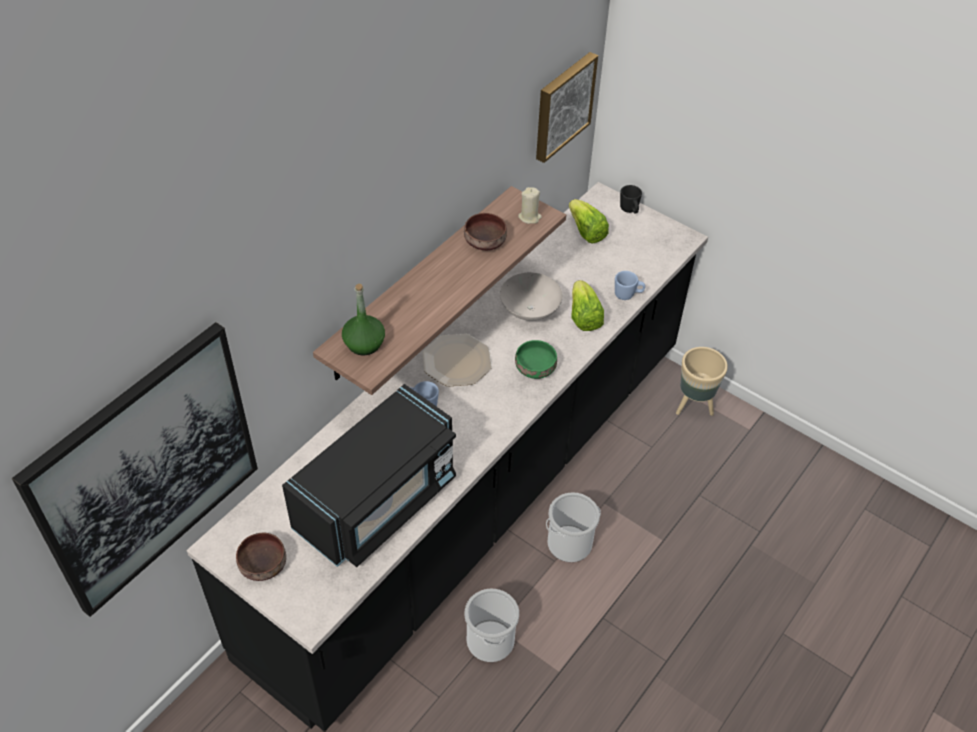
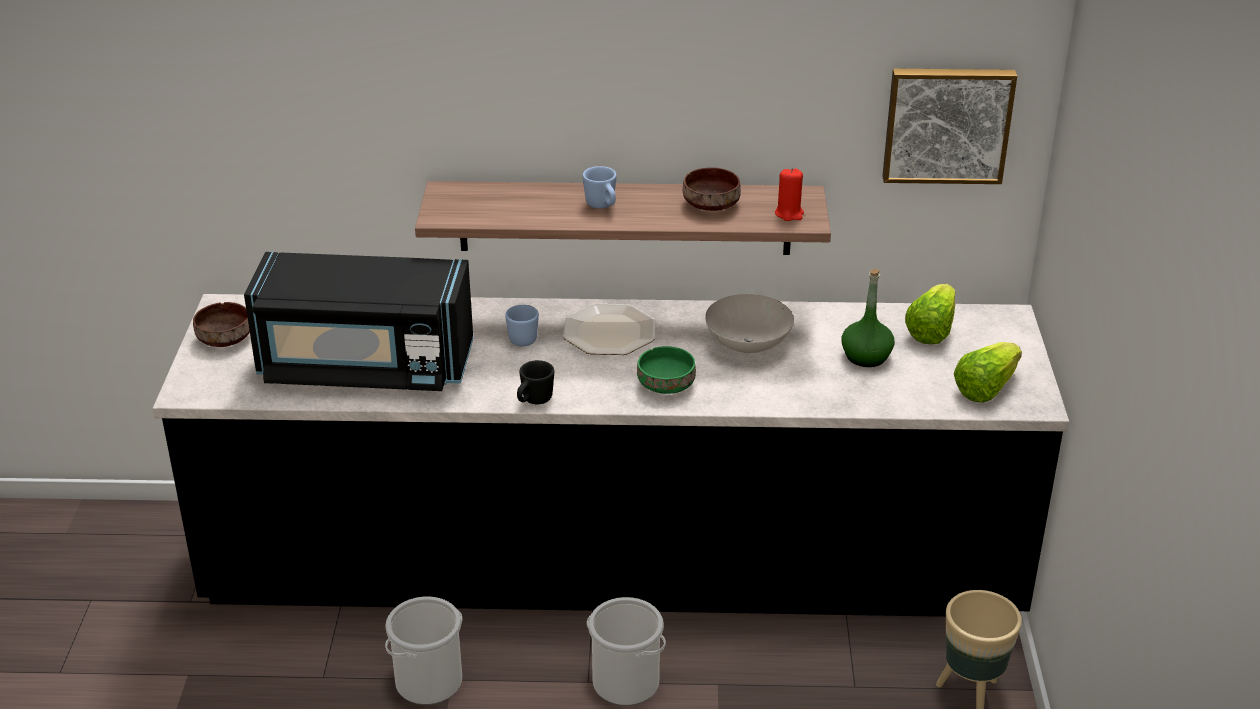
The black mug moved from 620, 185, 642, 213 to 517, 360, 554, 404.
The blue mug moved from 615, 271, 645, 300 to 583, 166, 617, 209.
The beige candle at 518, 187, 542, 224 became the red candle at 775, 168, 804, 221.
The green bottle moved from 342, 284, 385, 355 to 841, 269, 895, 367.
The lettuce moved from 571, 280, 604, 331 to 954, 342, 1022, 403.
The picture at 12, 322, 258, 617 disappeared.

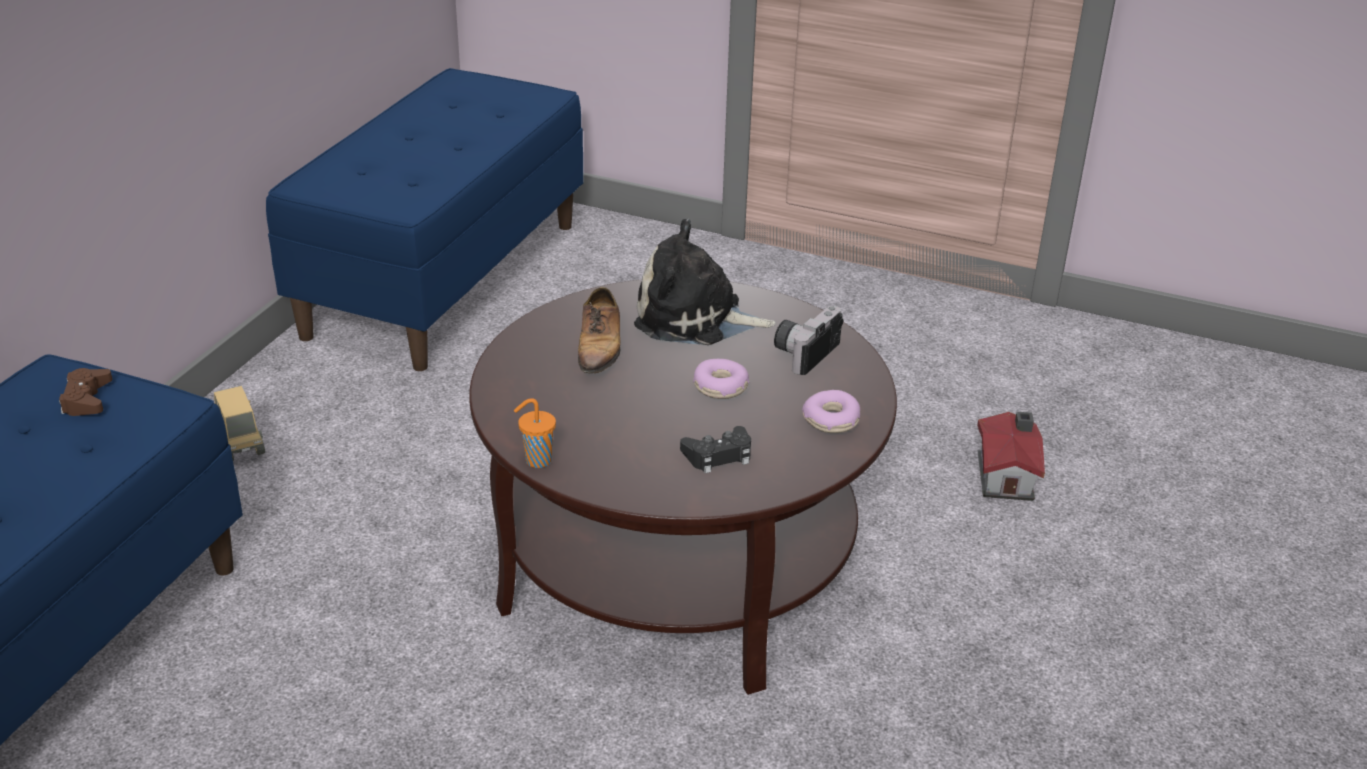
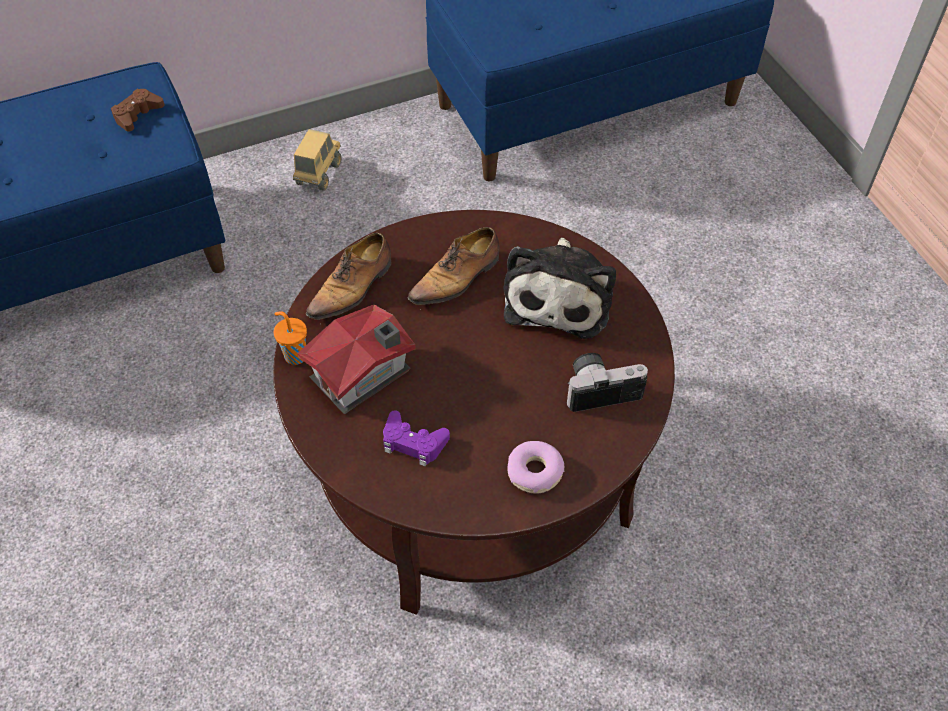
The toy house moved from 977, 412, 1045, 501 to 298, 305, 416, 414.
The shoe at 306, 233, 391, 320 appeared.
The black game controller at 680, 426, 751, 473 became the purple game controller at 383, 410, 450, 467.
The plush toy at 634, 219, 776, 345 turned 135 degrees counterclockwise.
The donut at 693, 359, 749, 399 disappeared.

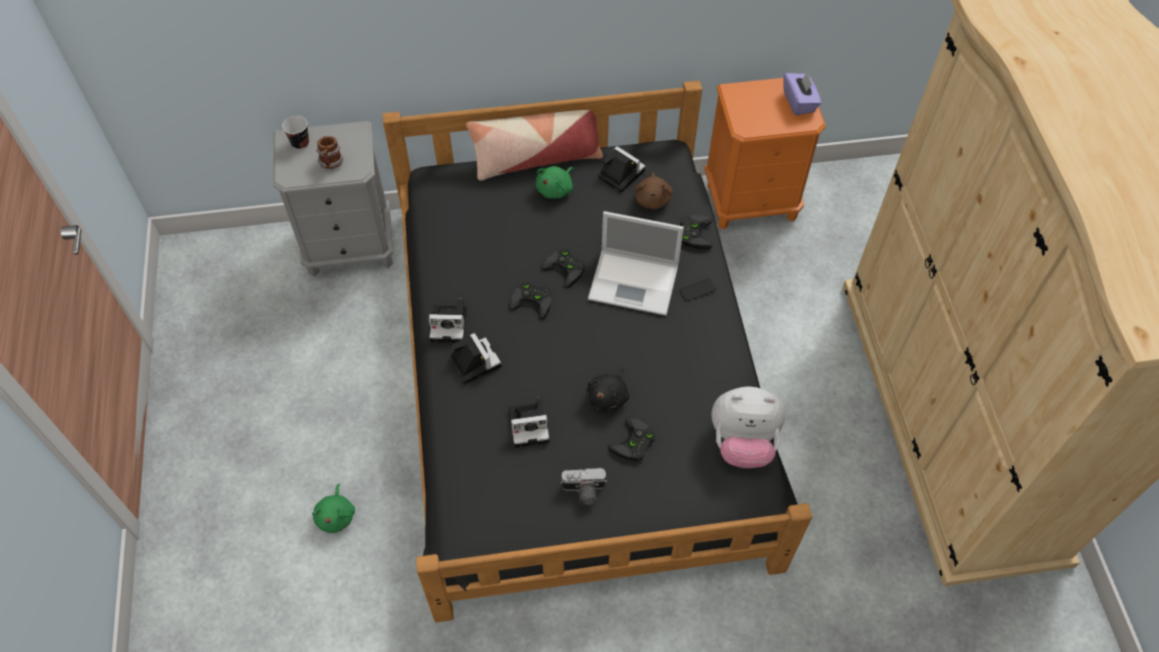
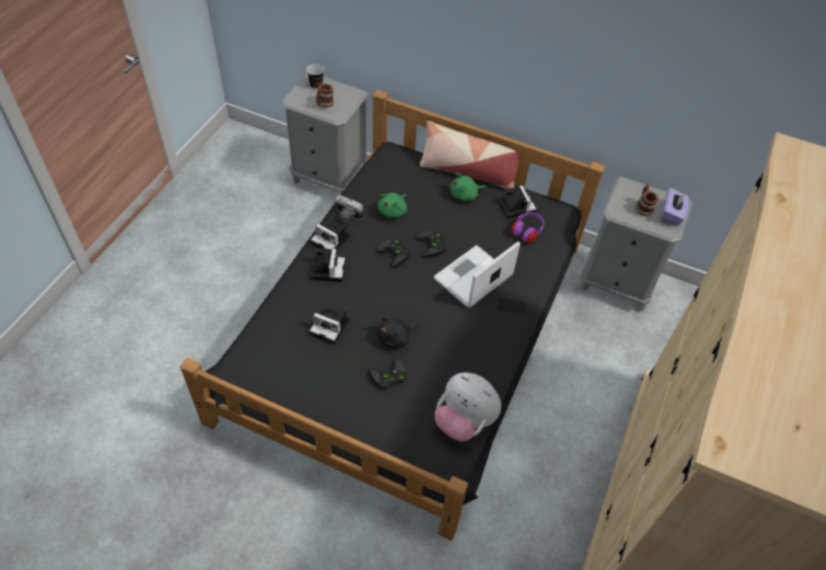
The photo camera moved from 560, 468, 607, 505 to 335, 195, 363, 223.
The green plush toy moved from 312, 484, 355, 533 to 378, 193, 407, 218.
The laptop at 588, 211, 684, 316 turned 90 degrees clockwise.
The brown plush toy at 634, 172, 673, 209 was replaced by the purple headphones at 511, 212, 544, 243.
The orange nightstand at 704, 78, 826, 230 became the grey nightstand at 579, 176, 693, 312.
The mug at 635, 183, 658, 216 appeared.
The black game controller at 680, 215, 713, 249 disappeared.

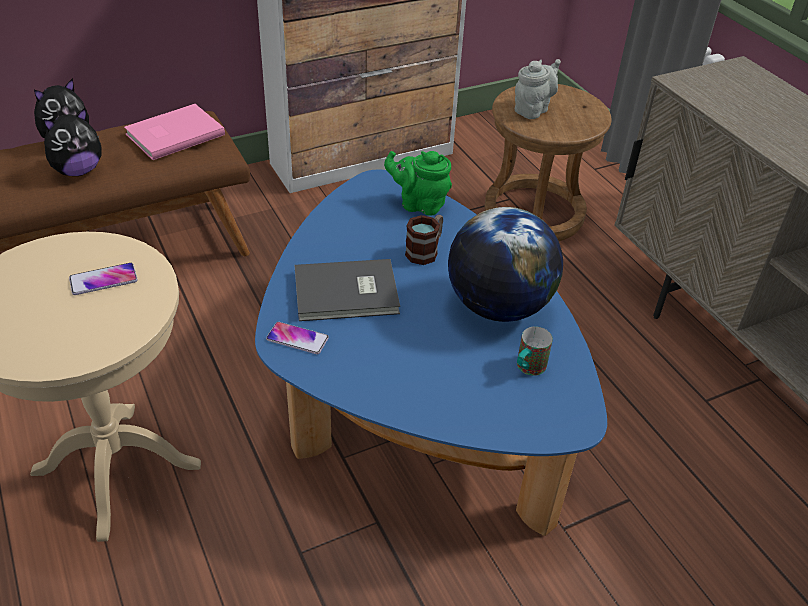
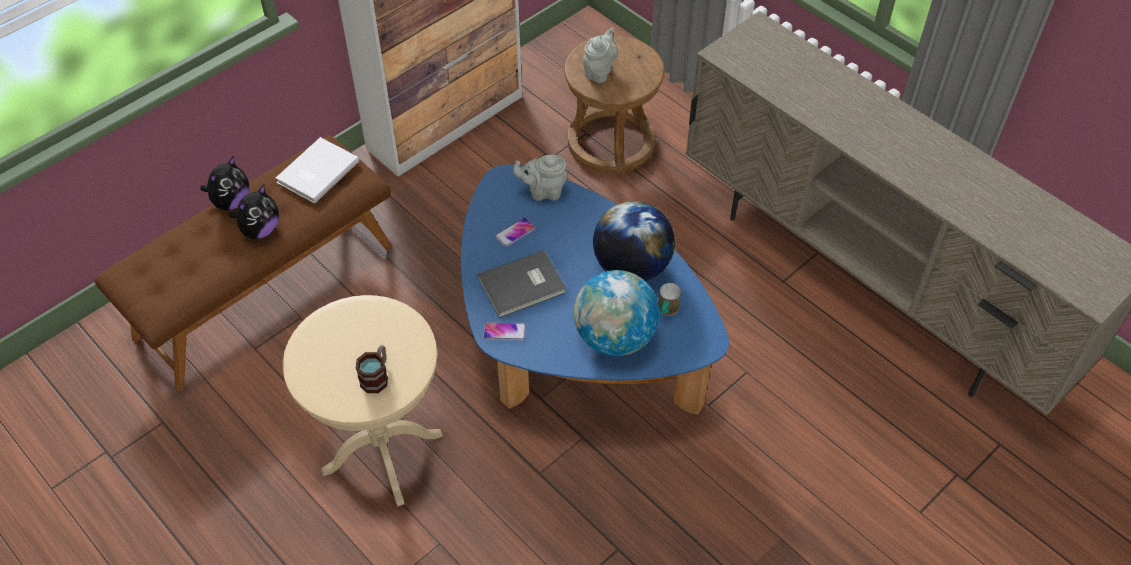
The pink book at 124, 104, 225, 160 became the white book at 276, 137, 359, 204.
The mug moved from 405, 215, 443, 265 to 356, 345, 388, 393.
The phone moved from 69, 263, 138, 295 to 495, 218, 535, 247.
The green teapot at 384, 151, 452, 216 became the grey teapot at 513, 155, 568, 201.
The globe at 574, 270, 659, 356 appeared.

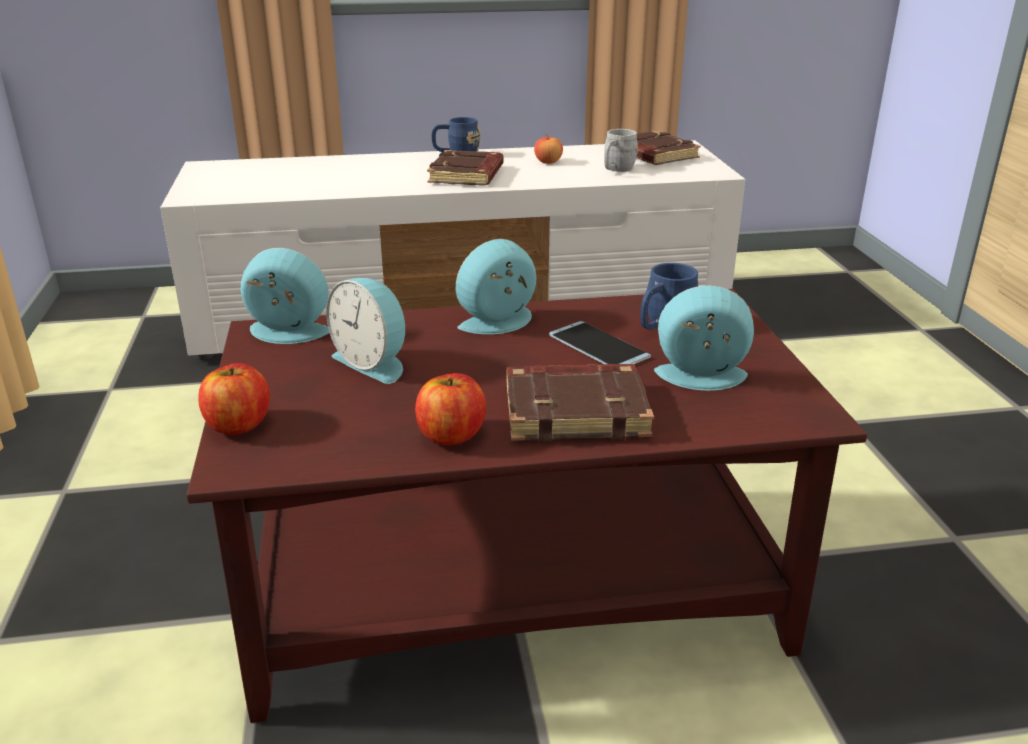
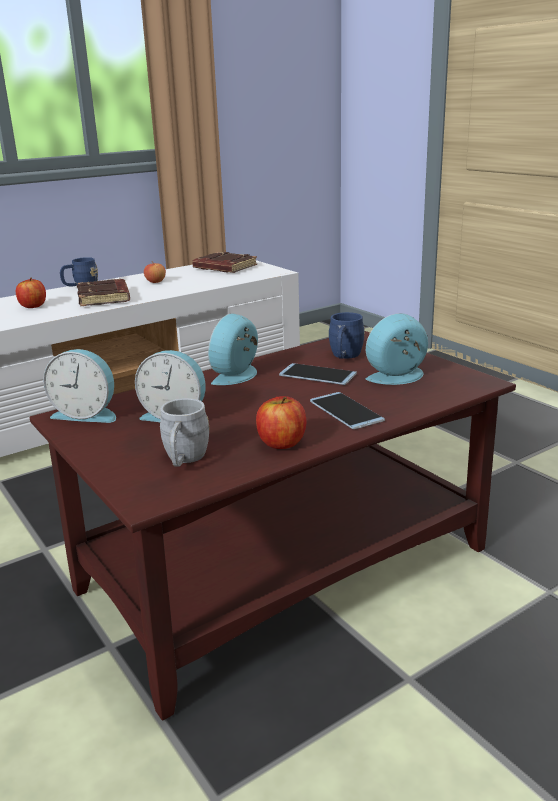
The apple moved from 198, 363, 270, 435 to 16, 277, 46, 308.
The alarm clock at 241, 248, 329, 344 turned 150 degrees counterclockwise.
The grey mug moved from 604, 129, 638, 172 to 160, 398, 210, 467.
The brown book at 507, 364, 654, 443 was replaced by the phone at 310, 392, 385, 429.

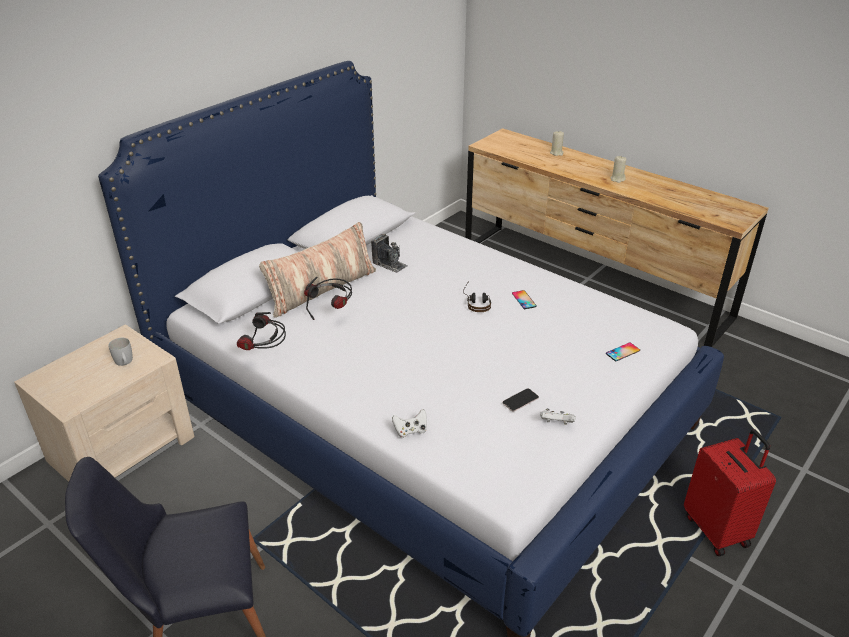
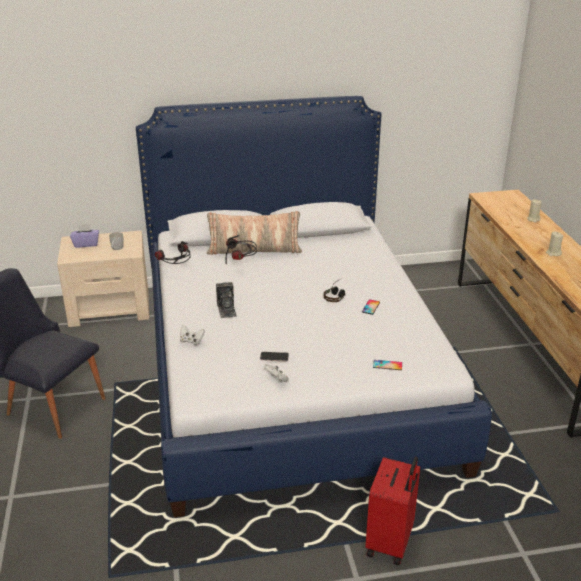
The purple tissue box at 70, 224, 99, 248 appeared.
The photo camera moved from 371, 234, 407, 273 to 216, 282, 237, 318.

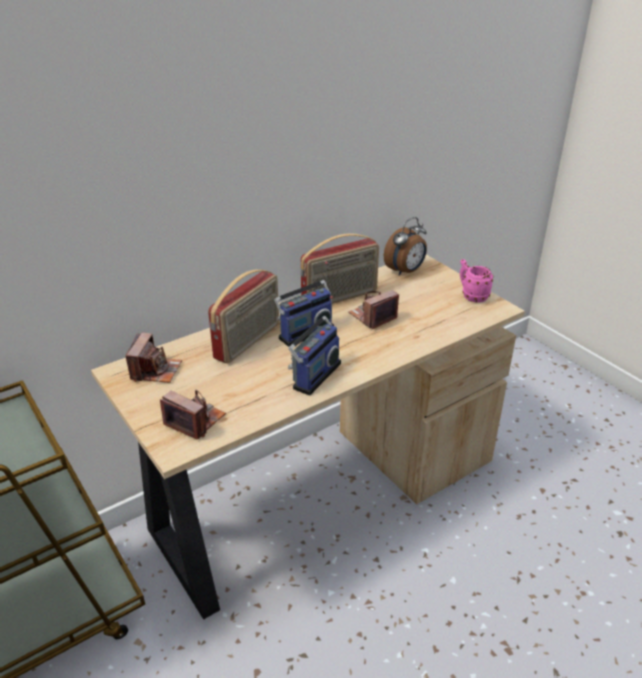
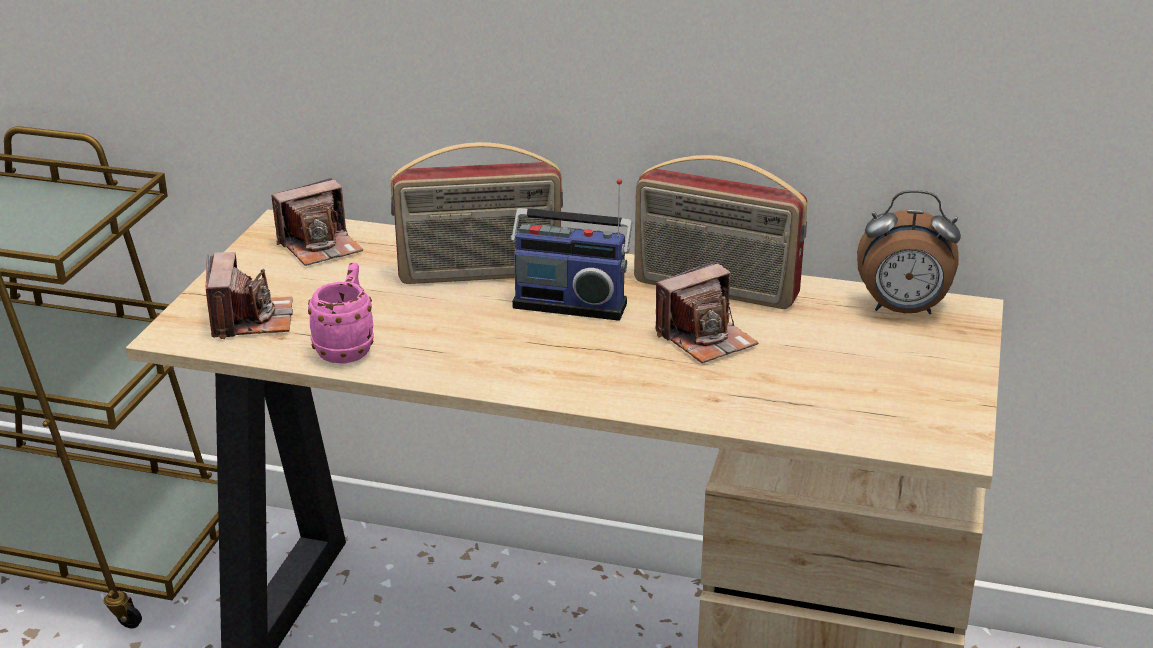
The pink mug moved from 460, 259, 494, 303 to 308, 262, 374, 363.
The photo camera at 348, 290, 399, 329 turned 135 degrees clockwise.
The radio at 288, 296, 341, 396 disappeared.

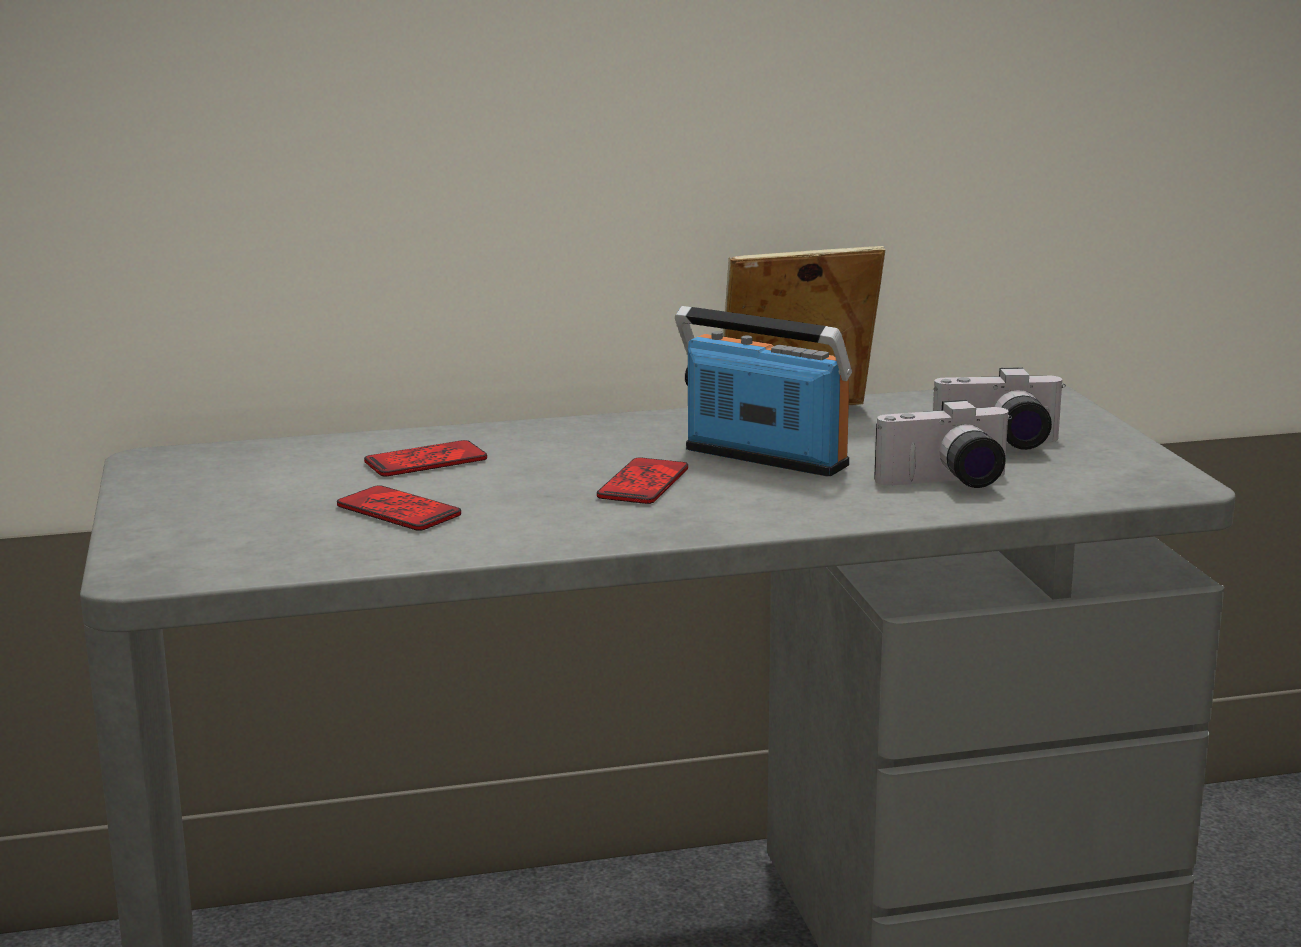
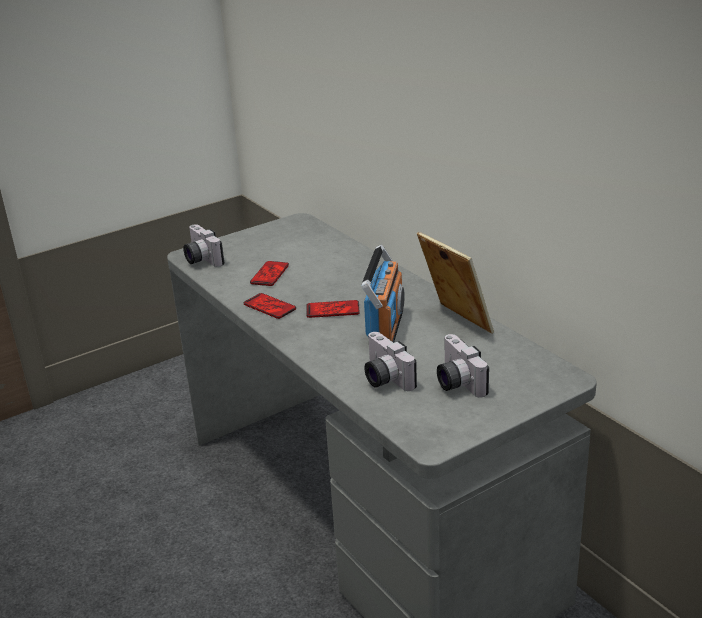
The photo camera at 183, 224, 225, 267 appeared.
The phone moved from 364, 440, 487, 476 to 244, 293, 296, 319.

